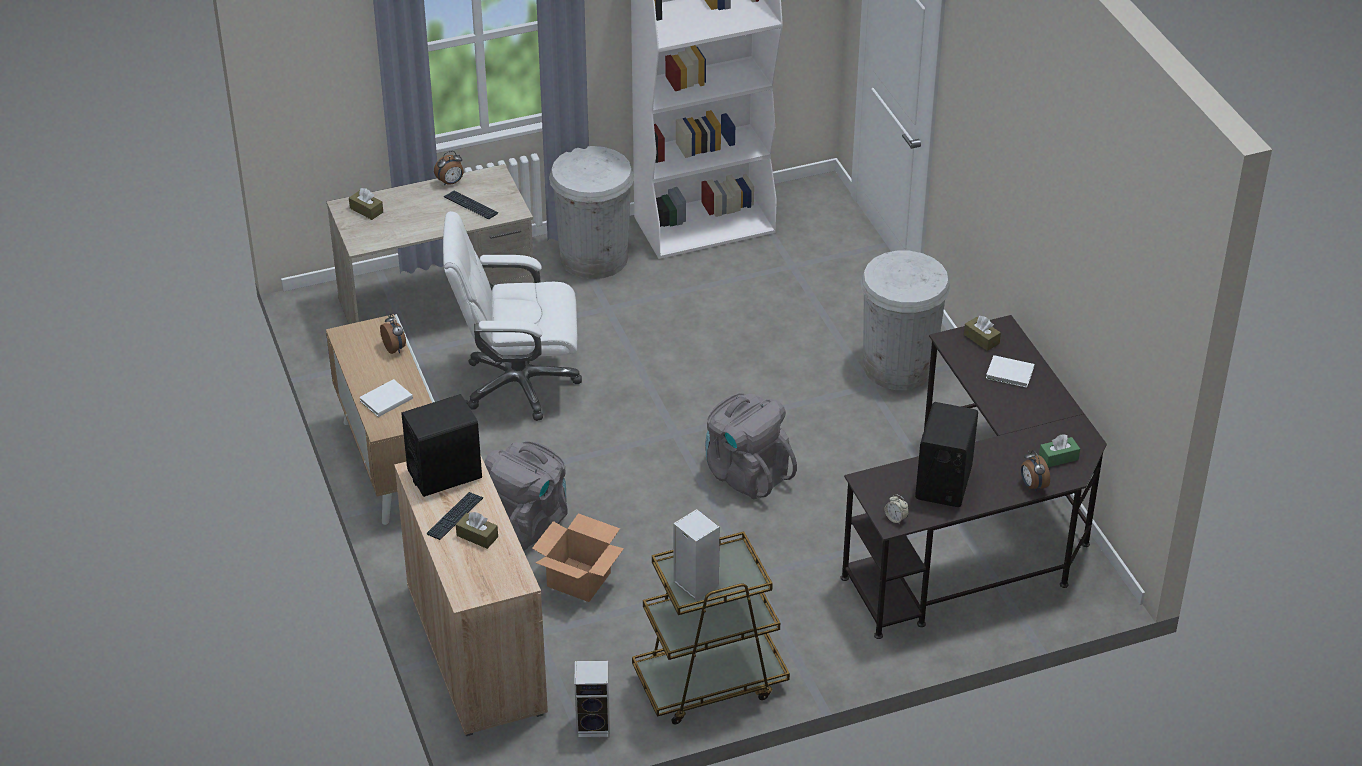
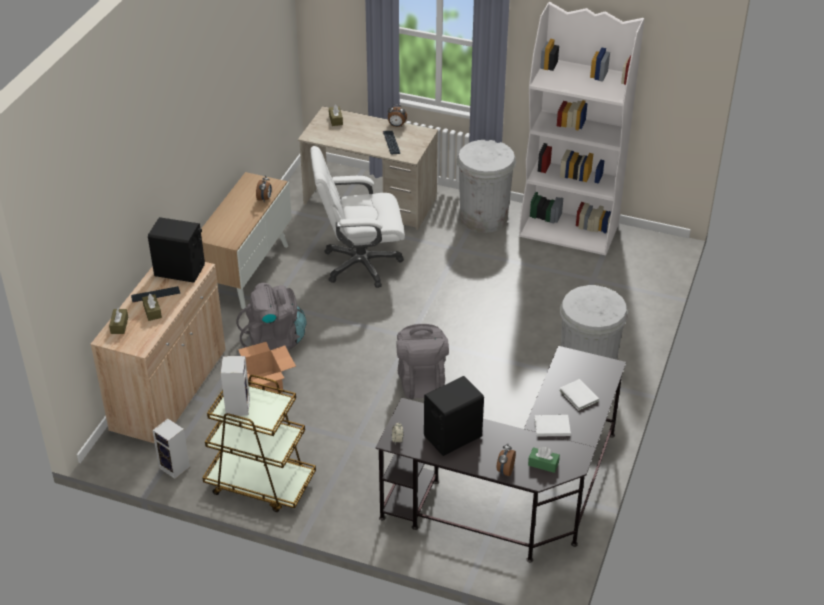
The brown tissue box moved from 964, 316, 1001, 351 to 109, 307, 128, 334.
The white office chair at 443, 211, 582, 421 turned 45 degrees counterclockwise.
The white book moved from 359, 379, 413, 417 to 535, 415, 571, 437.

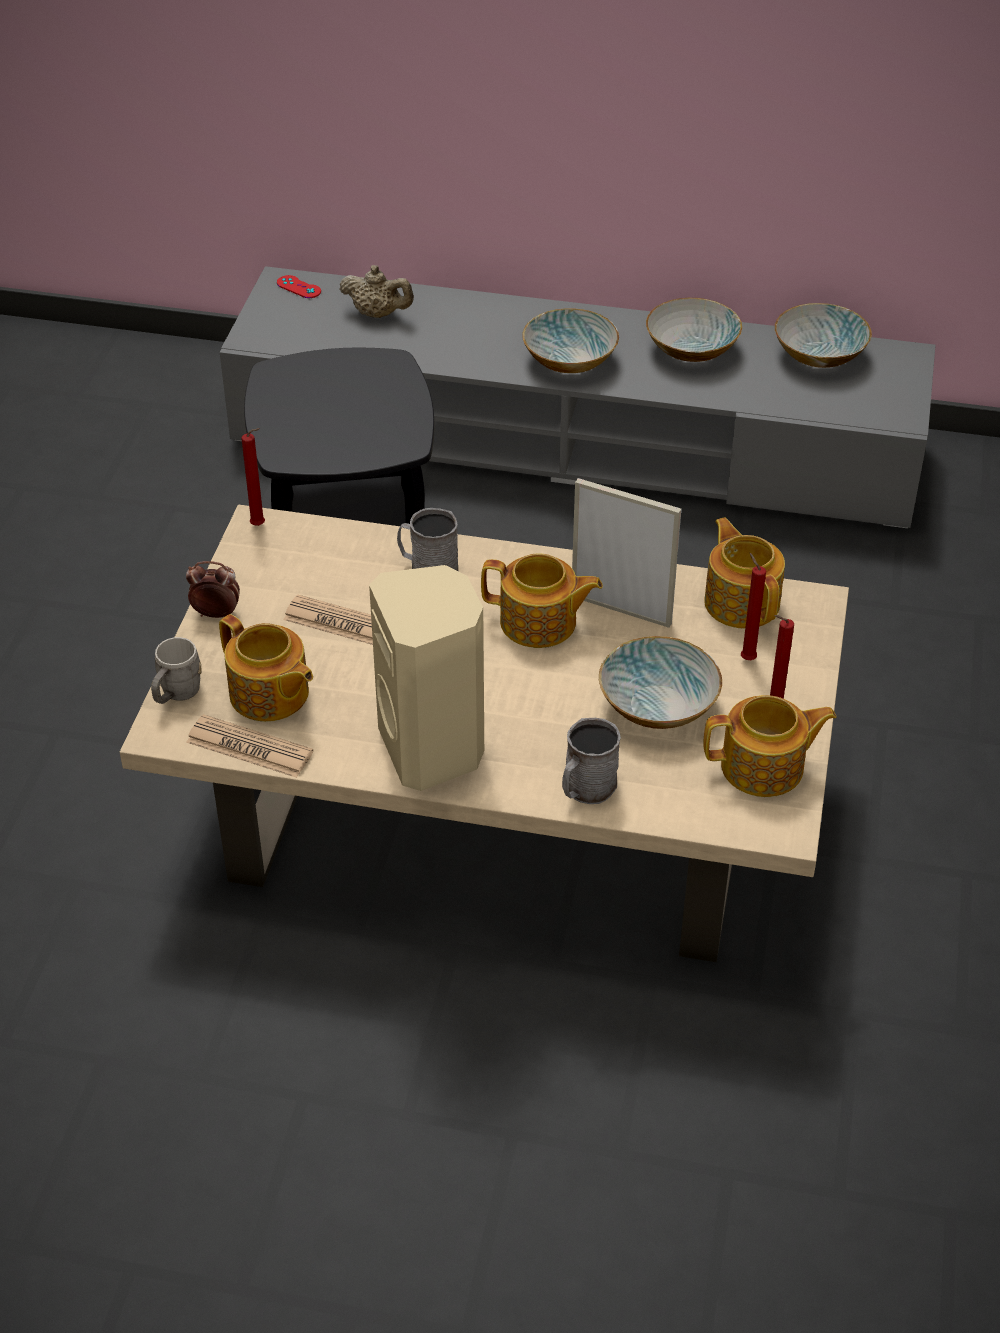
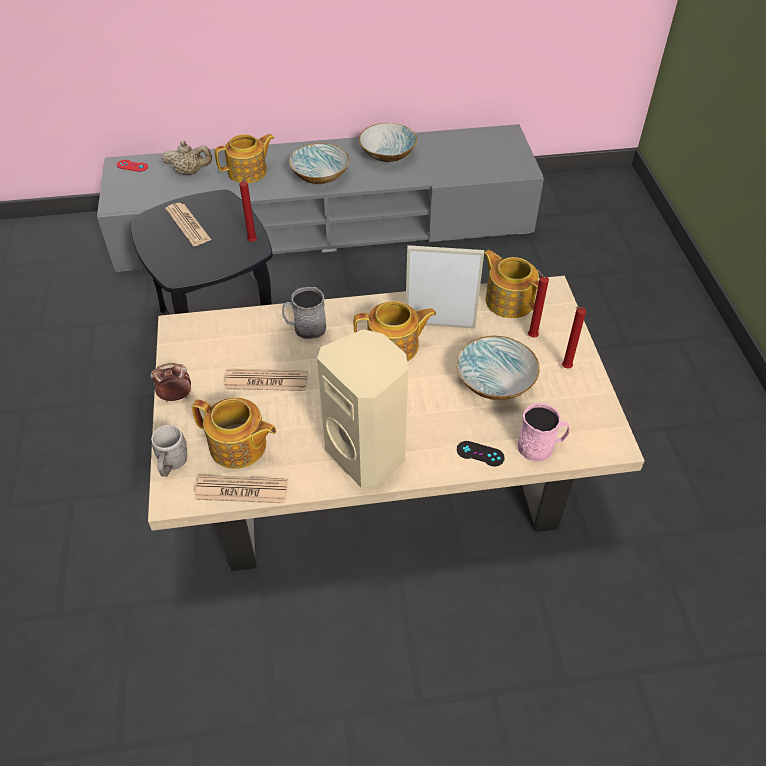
The newspaper at 165, 203, 212, 246 appeared.
The teapot moved from 703, 695, 837, 797 to 215, 134, 274, 183.
The red candle moved from 241, 428, 265, 526 to 239, 175, 257, 242.
The grey mug at 562, 718, 621, 804 was replaced by the black game controller at 457, 441, 505, 467.
The pink mug at 517, 403, 570, 462 appeared.
The bowl at 775, 303, 872, 368 disappeared.

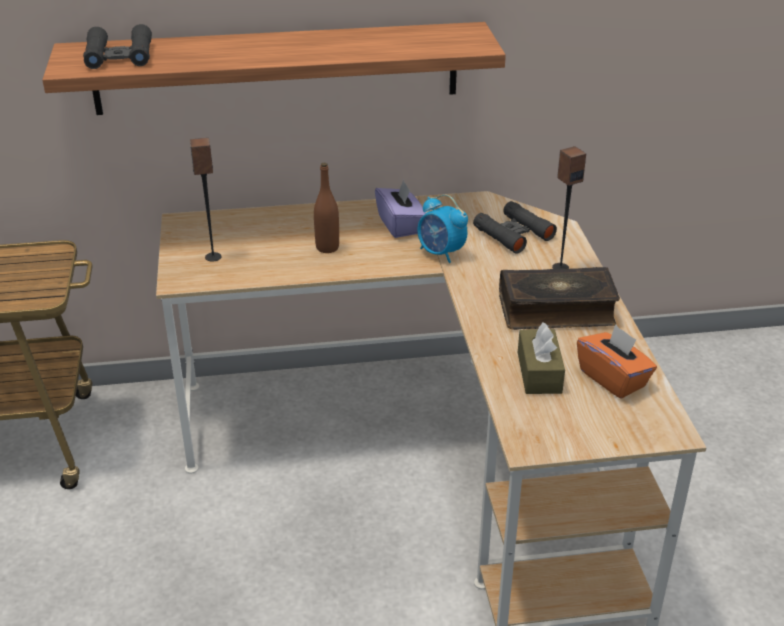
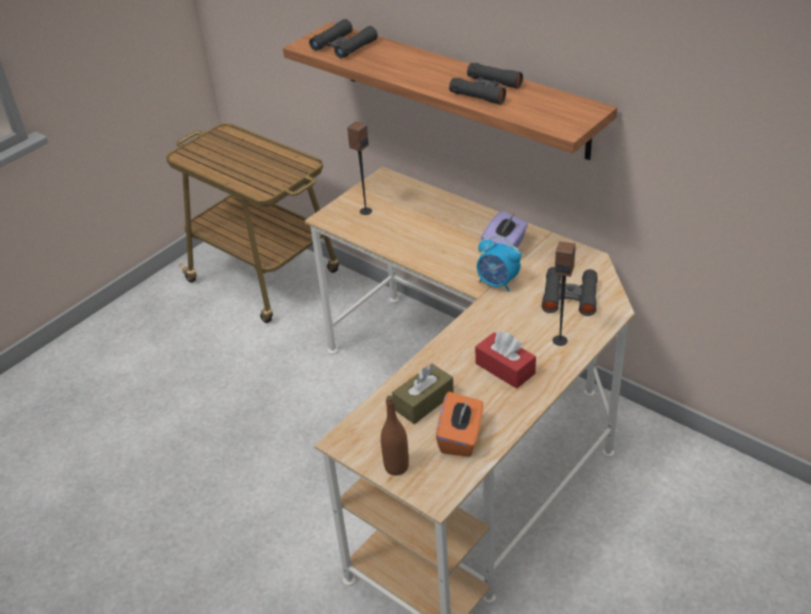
The brown bottle moved from 314, 163, 339, 253 to 381, 395, 409, 476.
The black binoculars at 449, 63, 523, 105 appeared.
The book at 499, 267, 620, 330 was replaced by the red tissue box at 475, 331, 536, 389.
The alarm clock at 417, 194, 468, 263 turned 60 degrees counterclockwise.

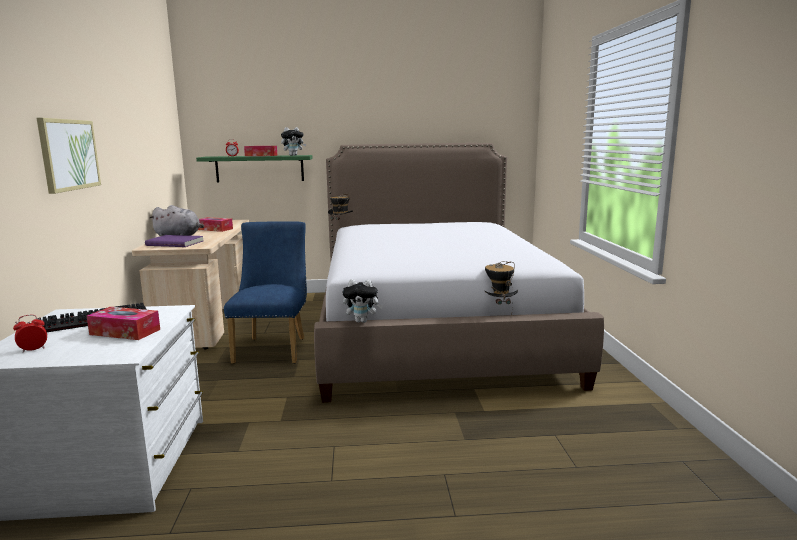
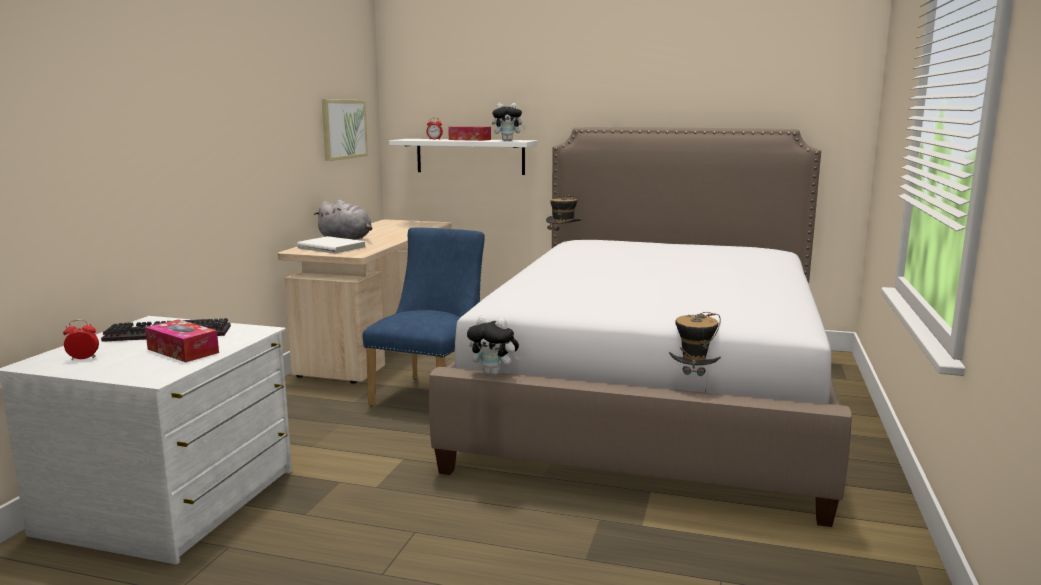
The purple book at 145, 235, 203, 247 became the white book at 297, 236, 366, 254.
The picture moved from 37, 118, 101, 194 to 322, 99, 368, 161.
The green shelf at 196, 155, 313, 183 became the white shelf at 389, 139, 537, 175.
The tissue box at 198, 217, 233, 232 disappeared.

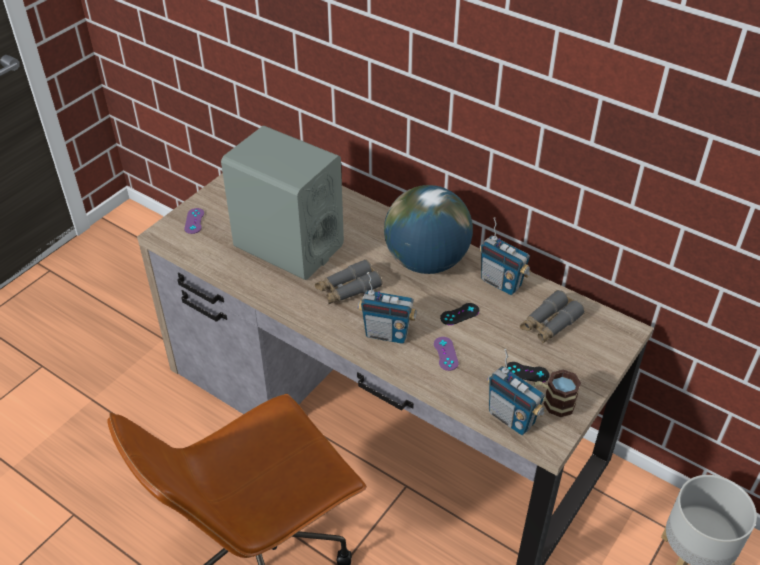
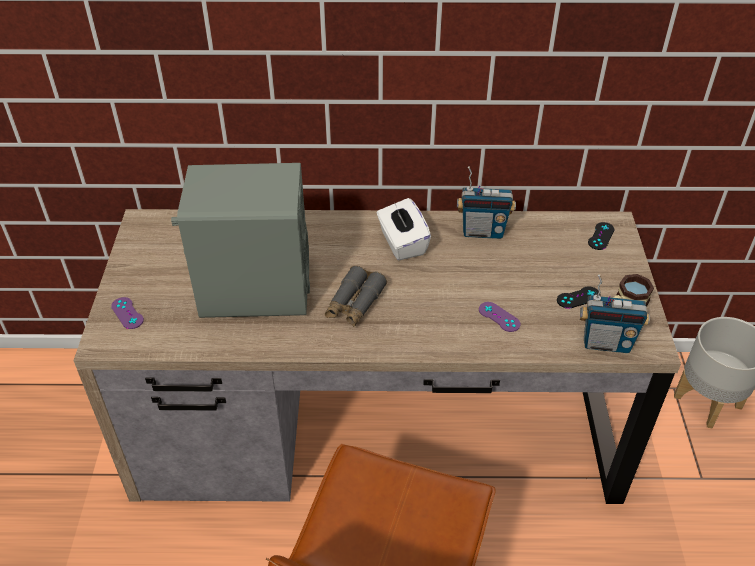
The globe at 384, 185, 473, 274 was replaced by the white tissue box at 377, 198, 431, 260.
The black game controller moved from 440, 303, 479, 325 to 588, 222, 615, 250.
The radio at 358, 272, 417, 344 disappeared.
The grey binoculars at 520, 290, 585, 344 disappeared.

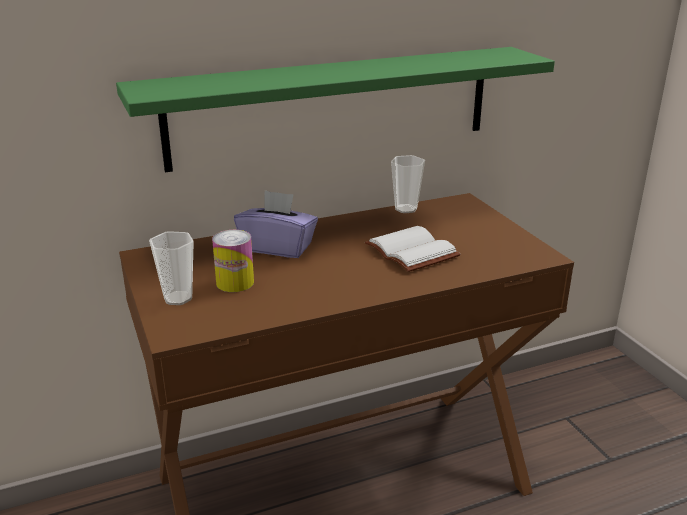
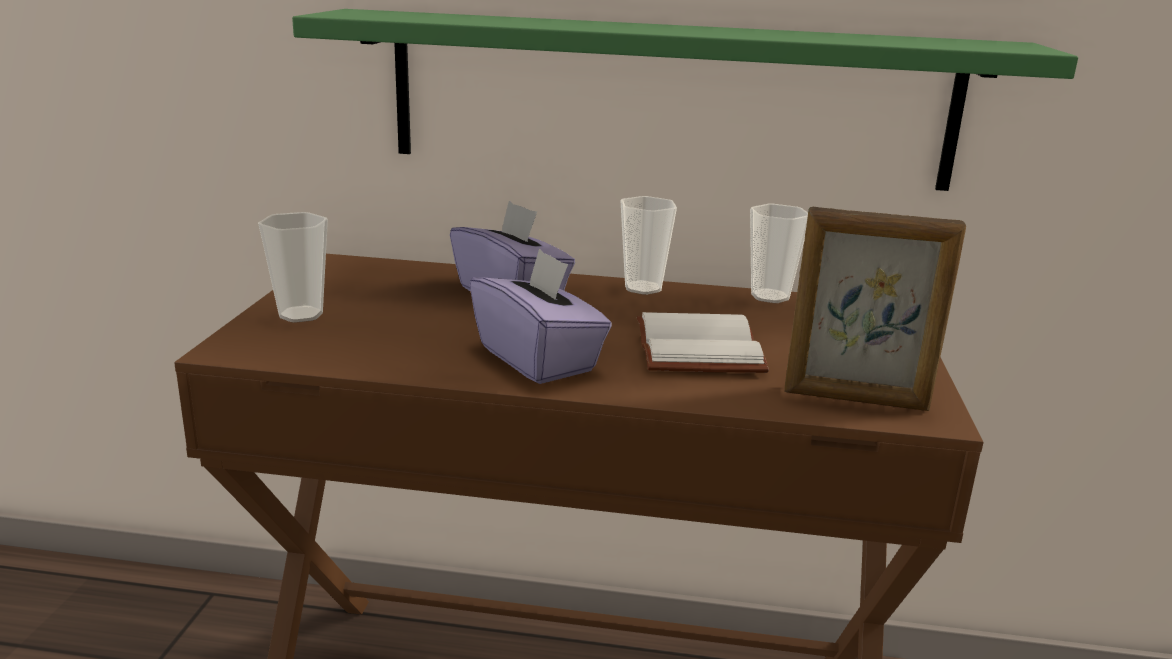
The purple tissue box at 470, 248, 612, 384 appeared.
The cup at 620, 196, 677, 295 appeared.
The picture frame at 785, 207, 966, 411 appeared.
The can at 212, 230, 254, 292 disappeared.

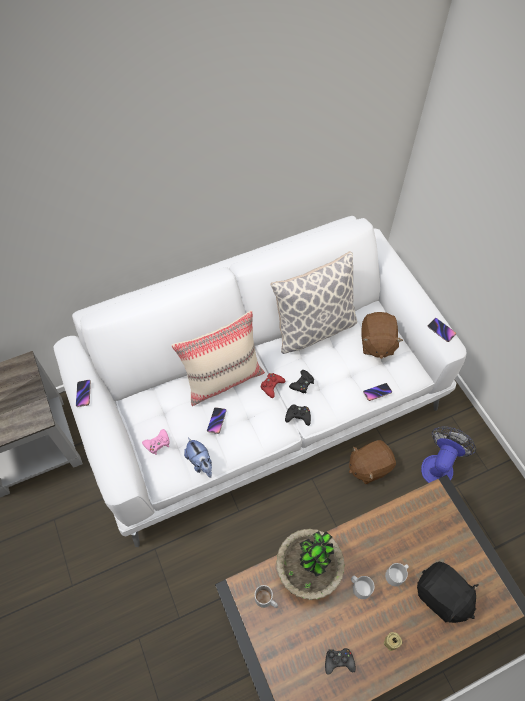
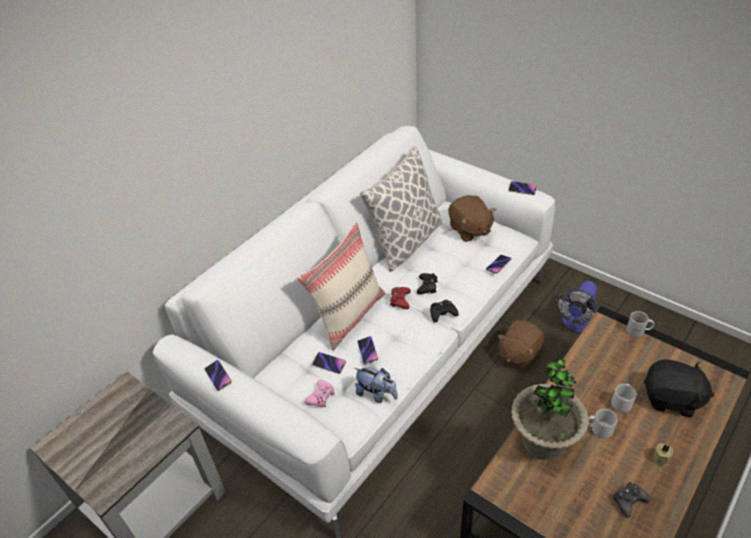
The phone at 312, 352, 346, 374 appeared.
The fan at 421, 426, 476, 483 turned 150 degrees counterclockwise.
The white mug moved from 255, 585, 278, 608 to 626, 311, 654, 337.

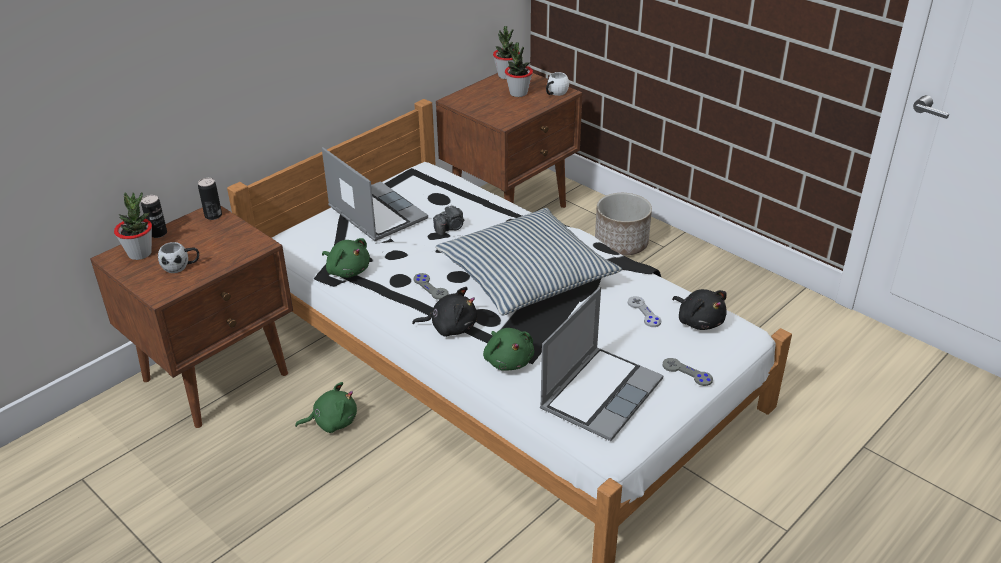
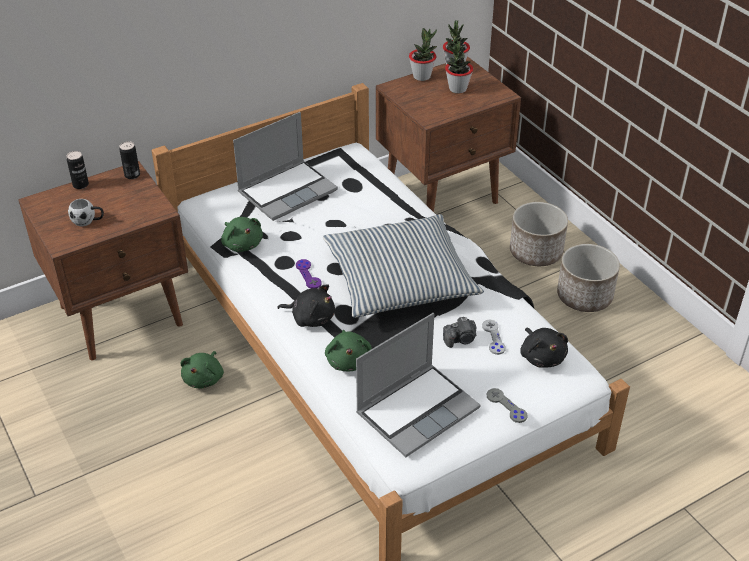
The green plush toy at 295, 382, 357, 433 turned 105 degrees clockwise.
The laptop at 322, 147, 428, 241 turned 75 degrees clockwise.
The grey game controller at 414, 273, 448, 300 became the purple game controller at 296, 259, 322, 289.
The potted plant moved from 114, 192, 152, 260 to 409, 28, 437, 81.
The photo camera moved from 433, 205, 464, 236 to 443, 317, 476, 348.
The planter at 557, 244, 620, 312 appeared.
The white mug at 546, 72, 569, 96 disappeared.

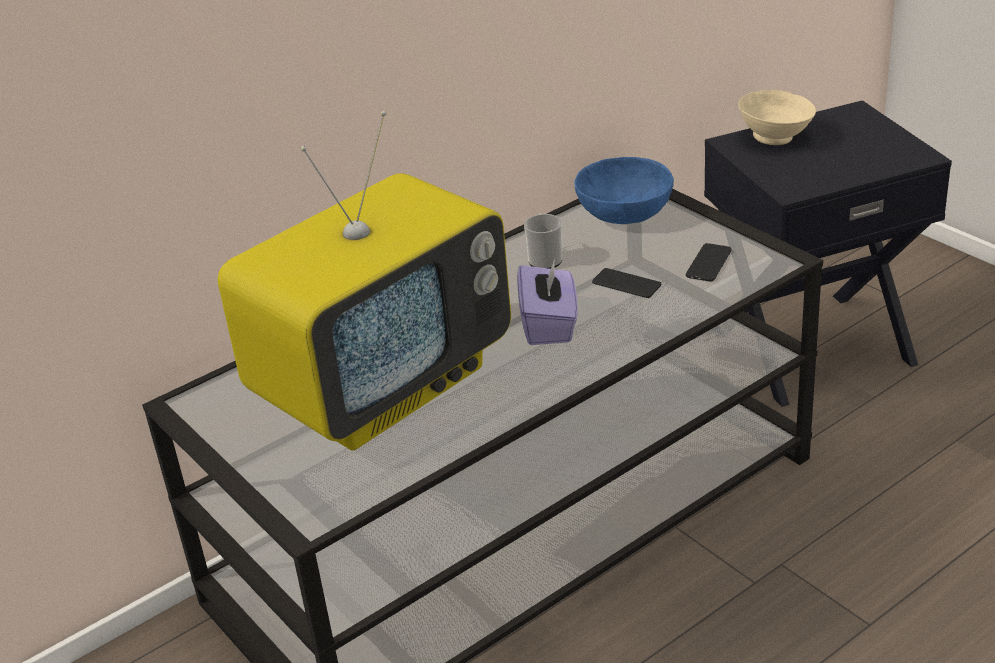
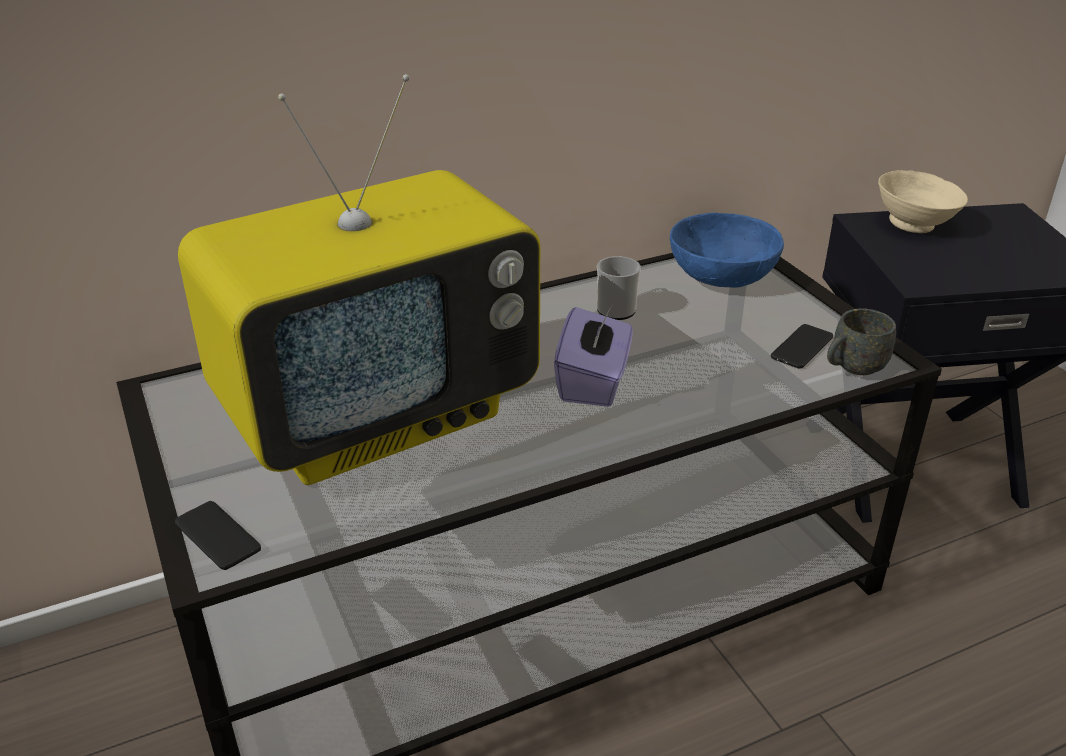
The phone moved from 592, 268, 661, 298 to 175, 501, 261, 570.
The grey mug at 827, 308, 896, 375 appeared.

